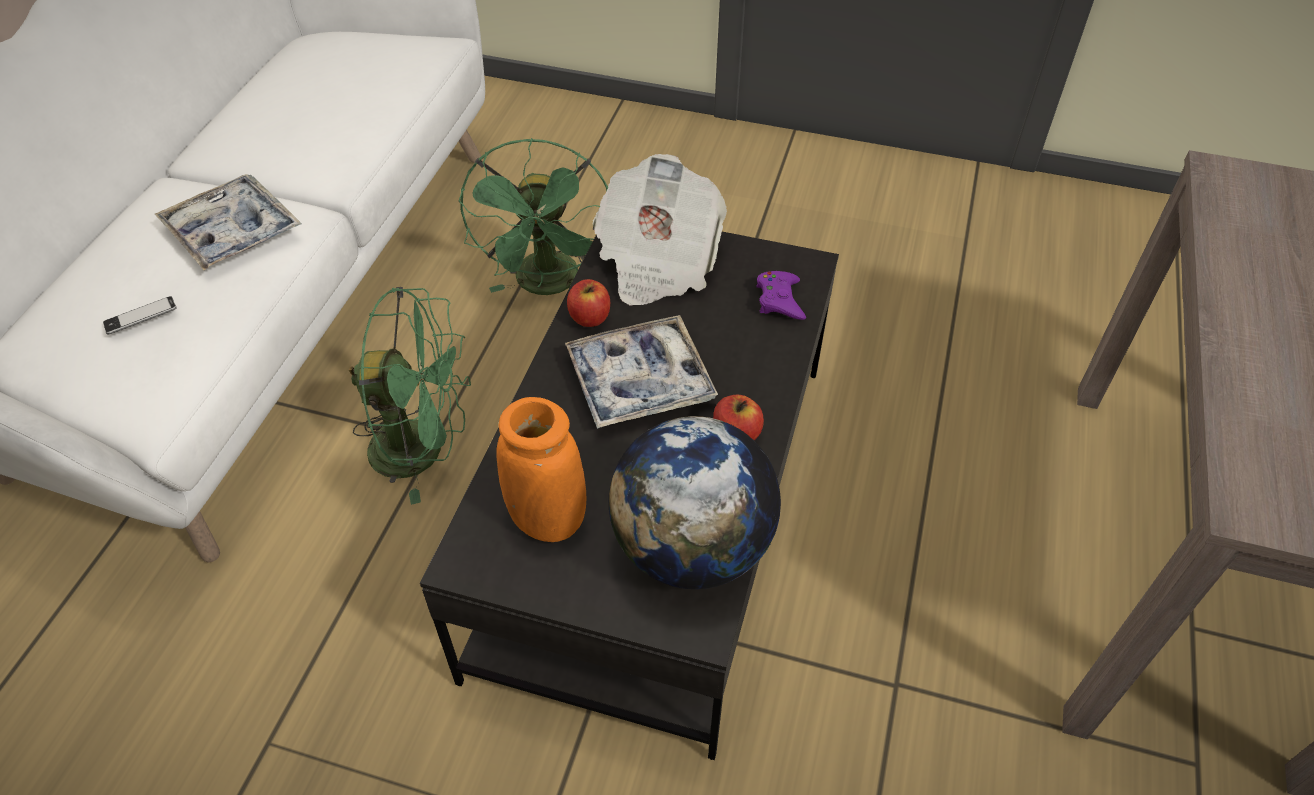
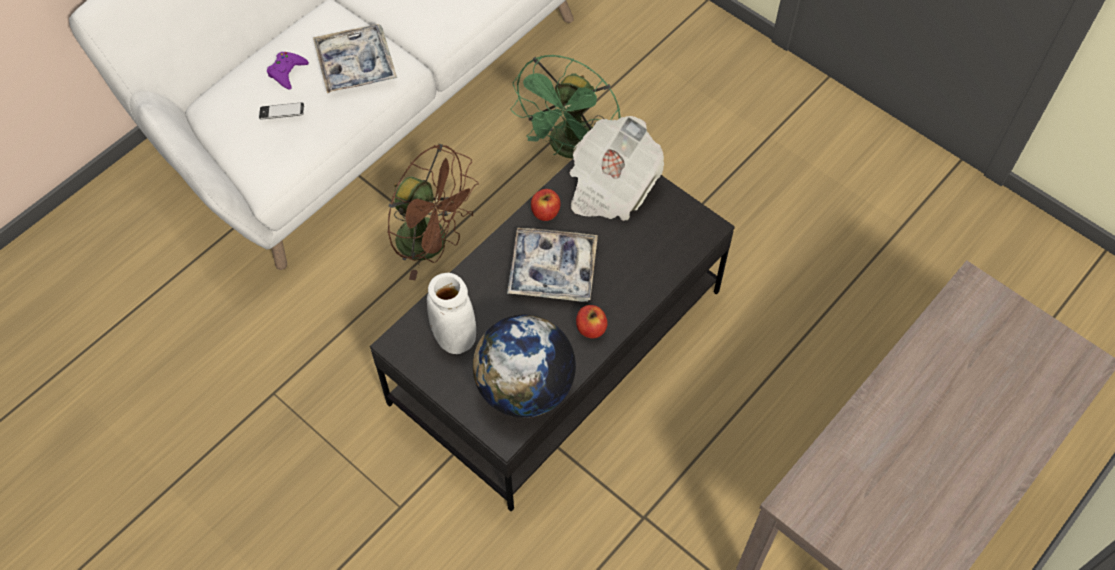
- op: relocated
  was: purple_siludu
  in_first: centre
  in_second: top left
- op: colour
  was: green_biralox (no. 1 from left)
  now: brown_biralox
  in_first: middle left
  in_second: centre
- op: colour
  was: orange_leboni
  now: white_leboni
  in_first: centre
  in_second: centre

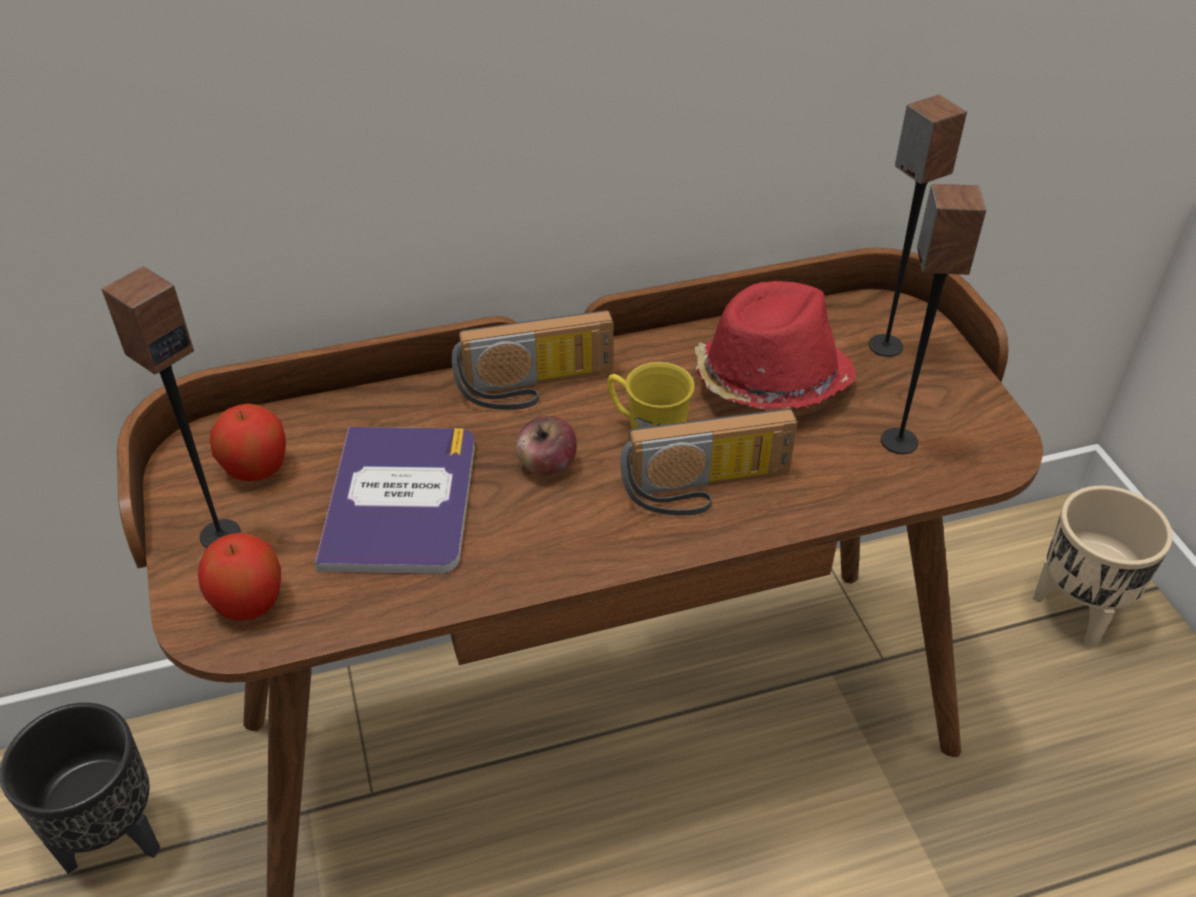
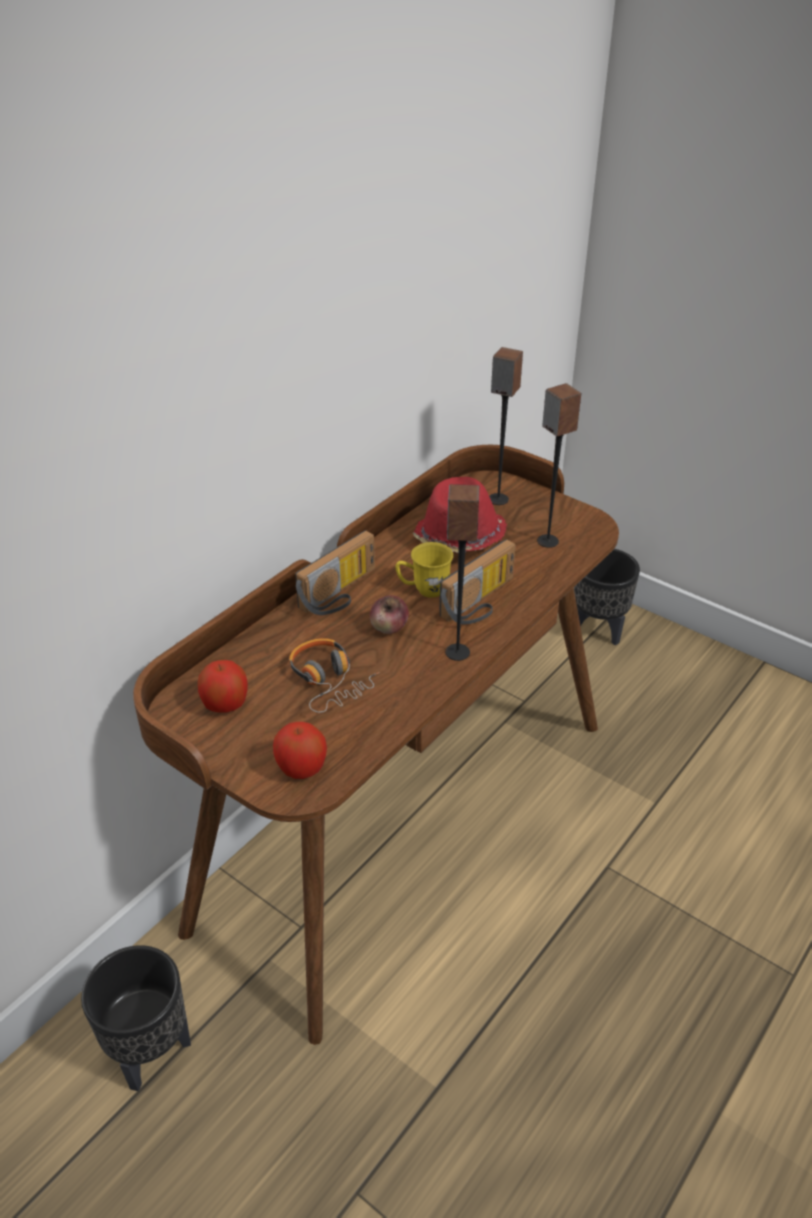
- op: exchanged
  was: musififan
  now: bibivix
  in_first: middle left
  in_second: centre
- op: relocated
  was: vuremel (no. 1 from left)
  in_first: middle left
  in_second: centre
- op: colour
  was: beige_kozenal
  now: black_kozenal (no. 2 from left)
  in_first: middle right
  in_second: middle right

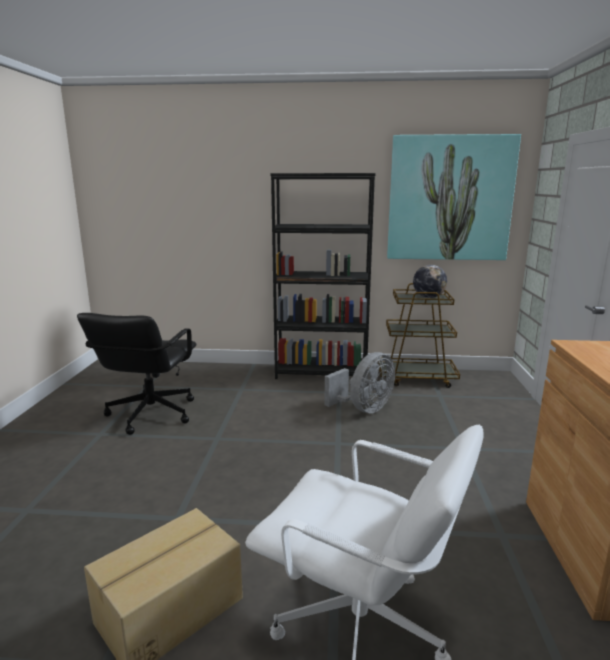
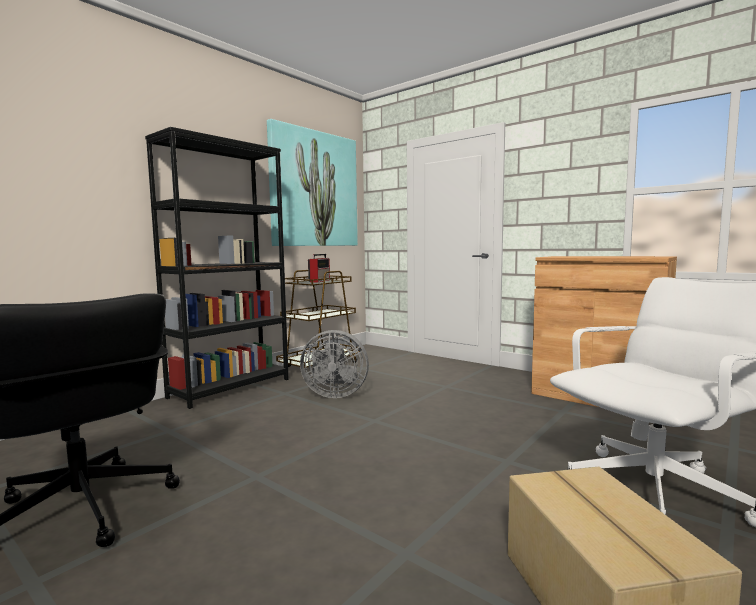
- op: spun
  was: grey_biralox
  in_first: centre
  in_second: centre
  clockwise: 105
- op: exchanged
  was: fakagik
  now: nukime
  in_first: middle right
  in_second: centre

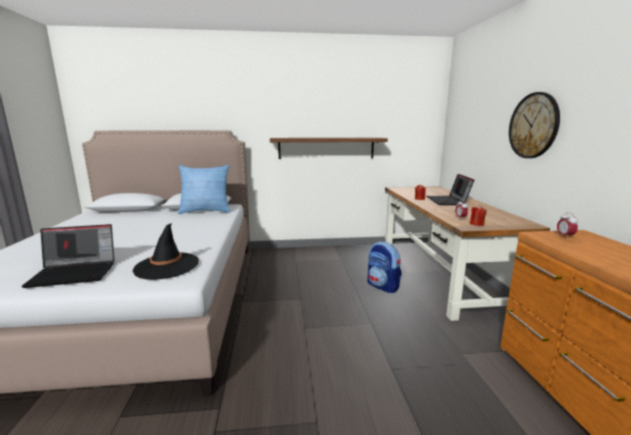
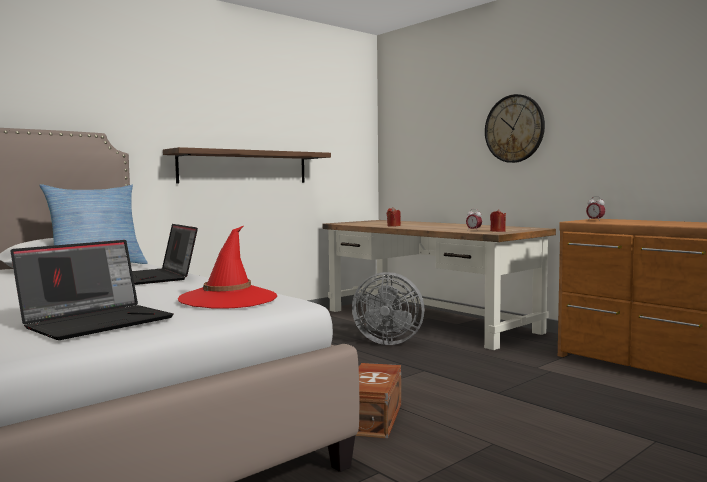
- op: relocated
  was: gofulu (no. 2 from left)
  in_first: middle right
  in_second: middle left
- op: colour
  was: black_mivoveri
  now: red_mivoveri
  in_first: middle left
  in_second: middle left
- op: exchanged
  was: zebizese
  now: grey_biralox
  in_first: centre
  in_second: centre
- op: appeared
  now: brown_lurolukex
  in_second: bottom centre

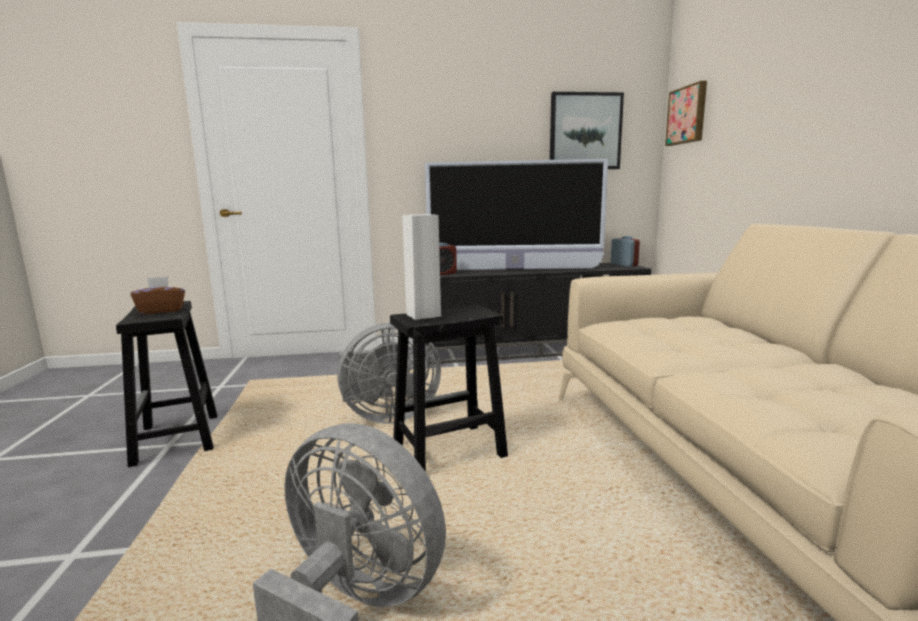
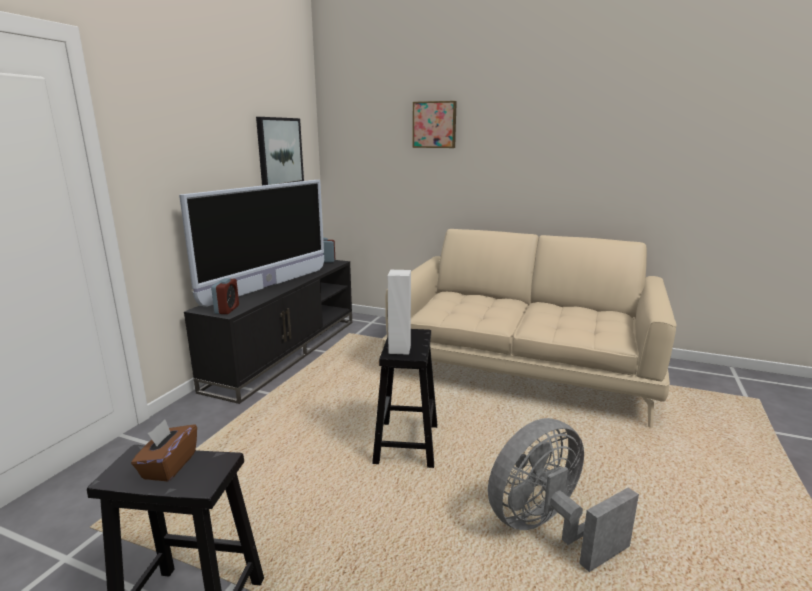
- op: relocated
  was: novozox (no. 2 from left)
  in_first: top right
  in_second: top centre
- op: missing
  was: grey_biralox (no. 2 from left)
  in_first: centre

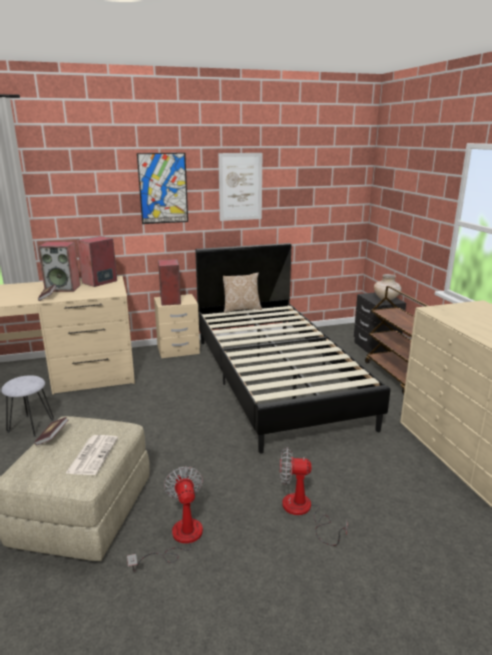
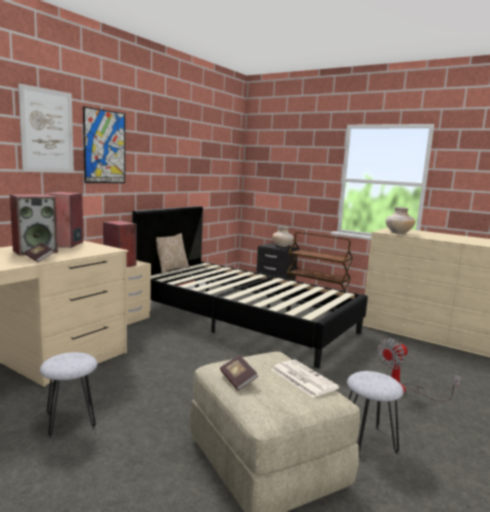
- op: relocated
  was: novozox (no. 2 from left in the first image)
  now: novozox (no. 1 from left)
  in_first: top centre
  in_second: top left
- op: exchanged
  was: biralox (no. 1 from left)
  now: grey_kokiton (no. 2 from left)
  in_first: bottom centre
  in_second: bottom right
- op: appeared
  now: beige_leboni (no. 2 from left)
  in_second: middle right

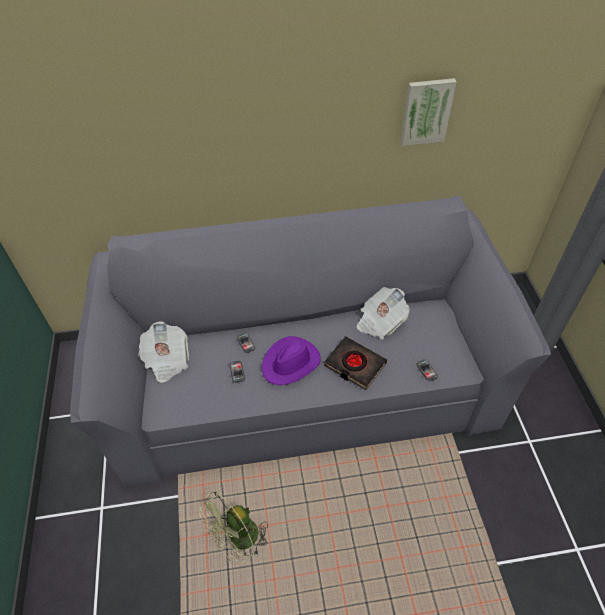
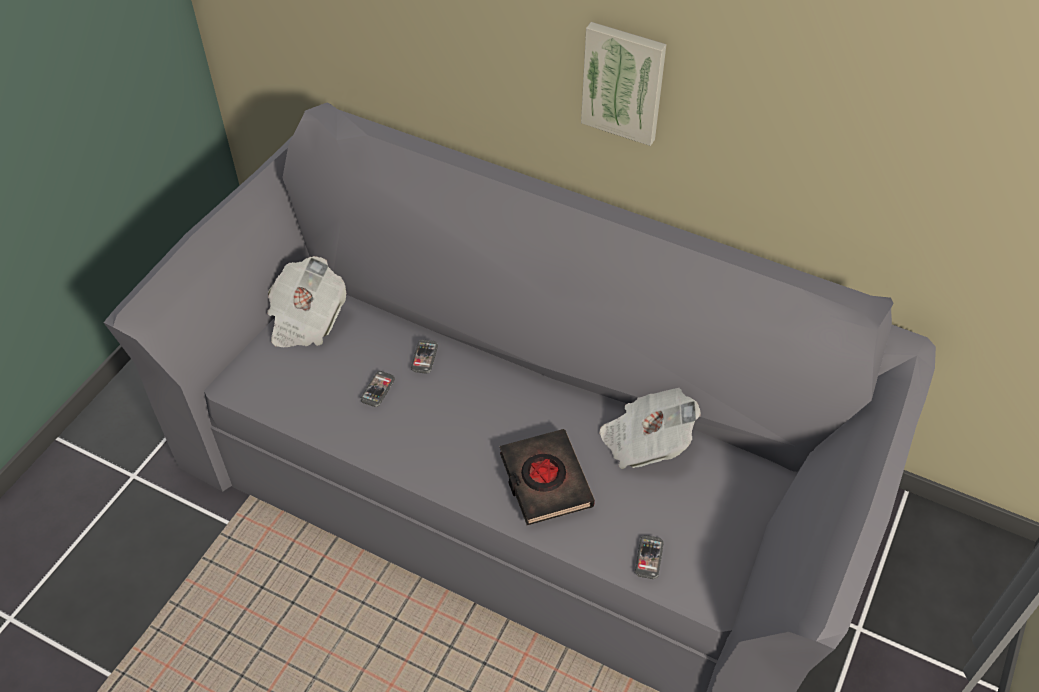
- op: relocated
  was: novozox
  in_first: top right
  in_second: top centre
- op: missing
  was: green_biralox
  in_first: bottom centre
- op: missing
  was: purple_mivoveri
  in_first: centre

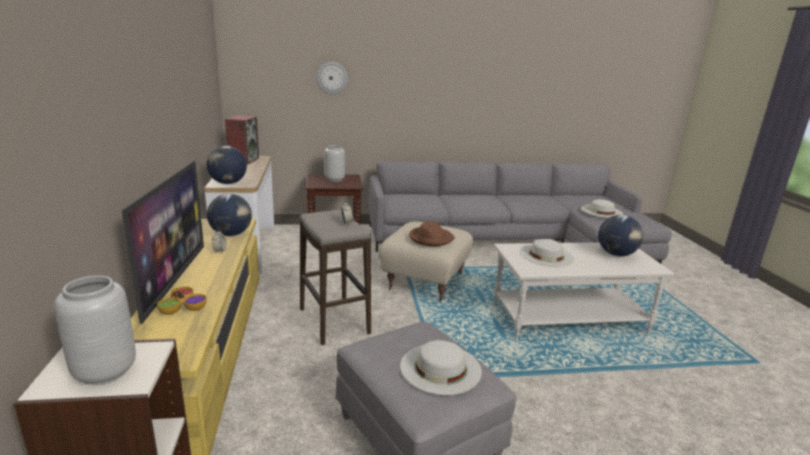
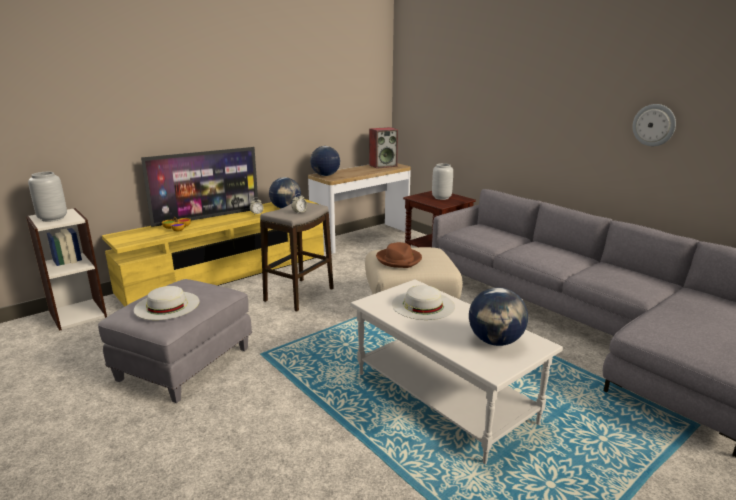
- op: relocated
  was: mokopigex
  in_first: top centre
  in_second: top right
- op: missing
  was: white_mivoveri (no. 3 from left)
  in_first: middle right

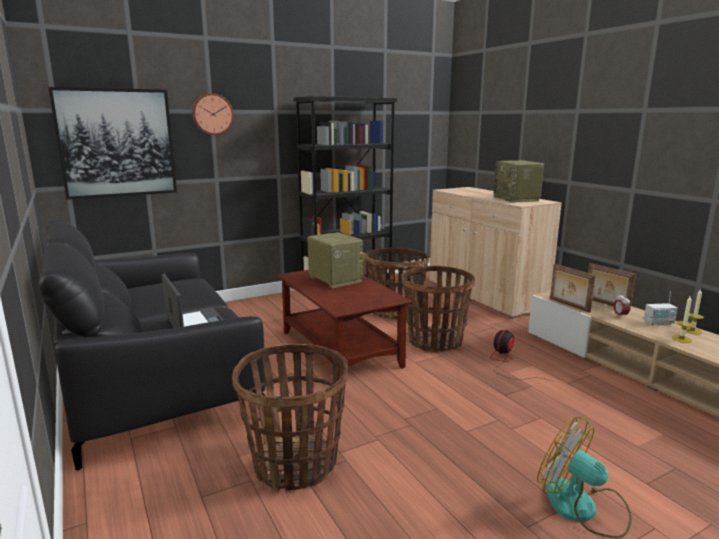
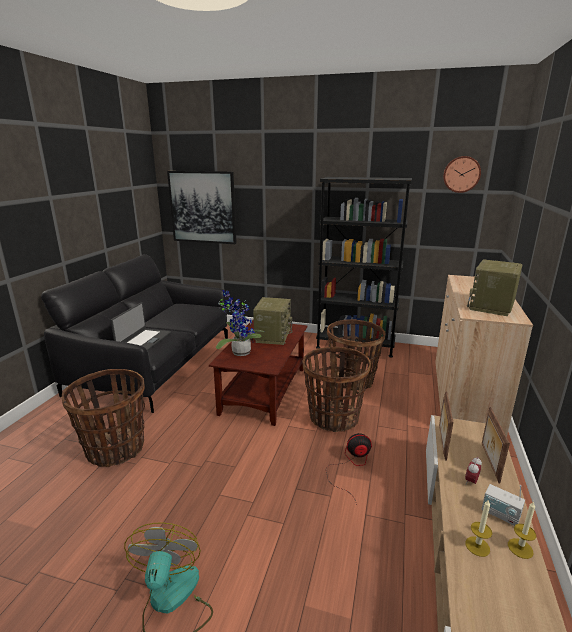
- op: appeared
  now: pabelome
  in_second: centre
- op: relocated
  was: mokopigex
  in_first: top left
  in_second: top right

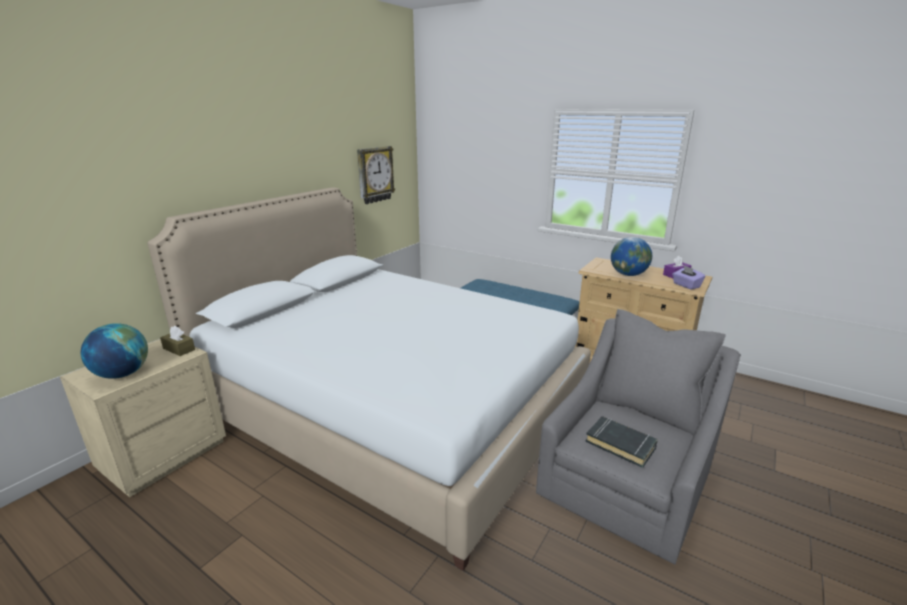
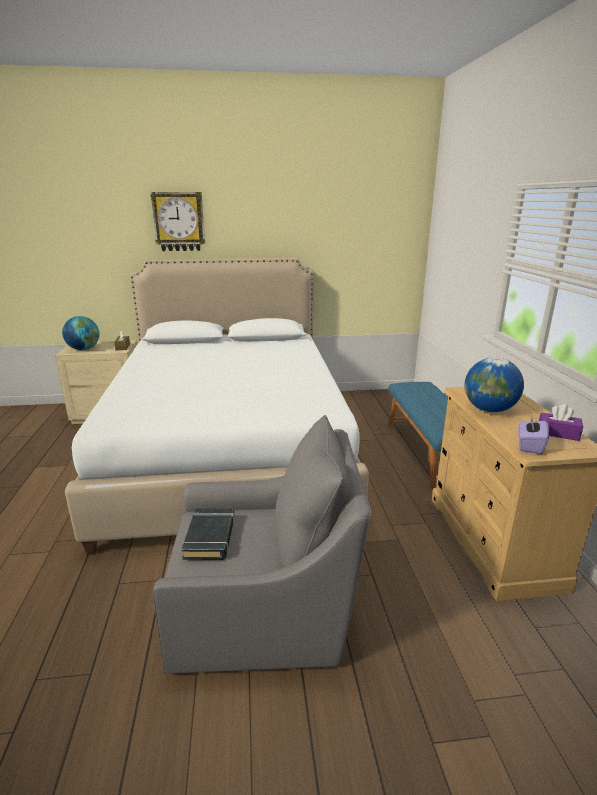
- op: relocated
  was: mokopigex
  in_first: top centre
  in_second: top left

